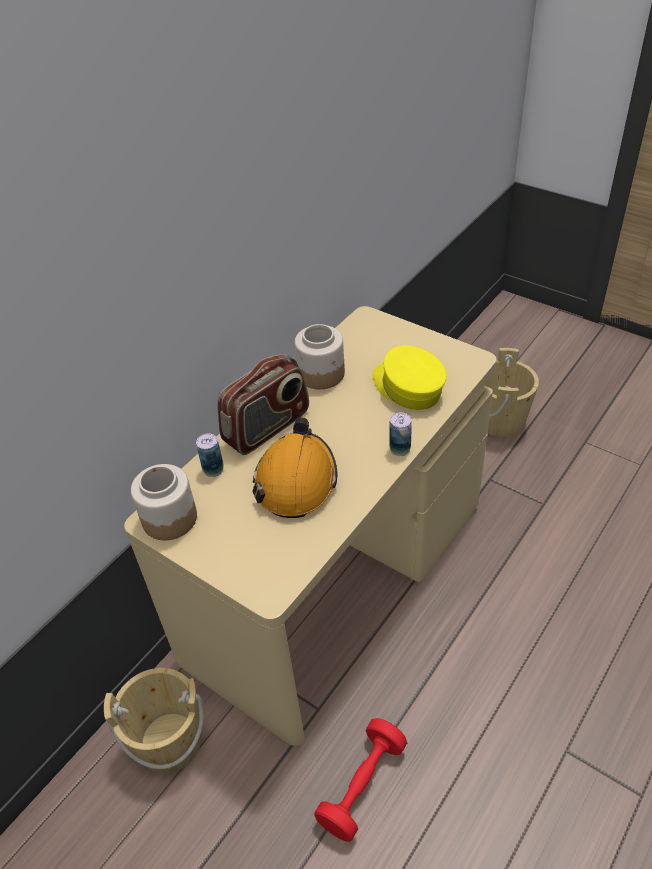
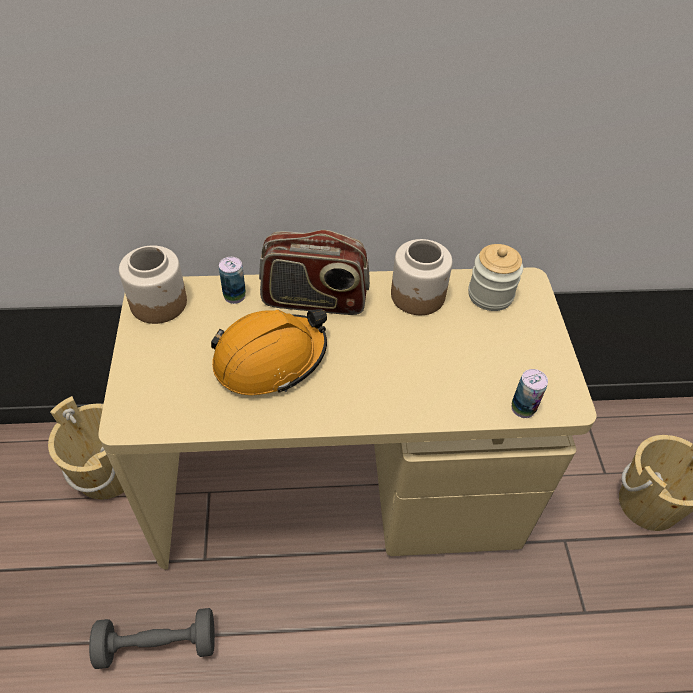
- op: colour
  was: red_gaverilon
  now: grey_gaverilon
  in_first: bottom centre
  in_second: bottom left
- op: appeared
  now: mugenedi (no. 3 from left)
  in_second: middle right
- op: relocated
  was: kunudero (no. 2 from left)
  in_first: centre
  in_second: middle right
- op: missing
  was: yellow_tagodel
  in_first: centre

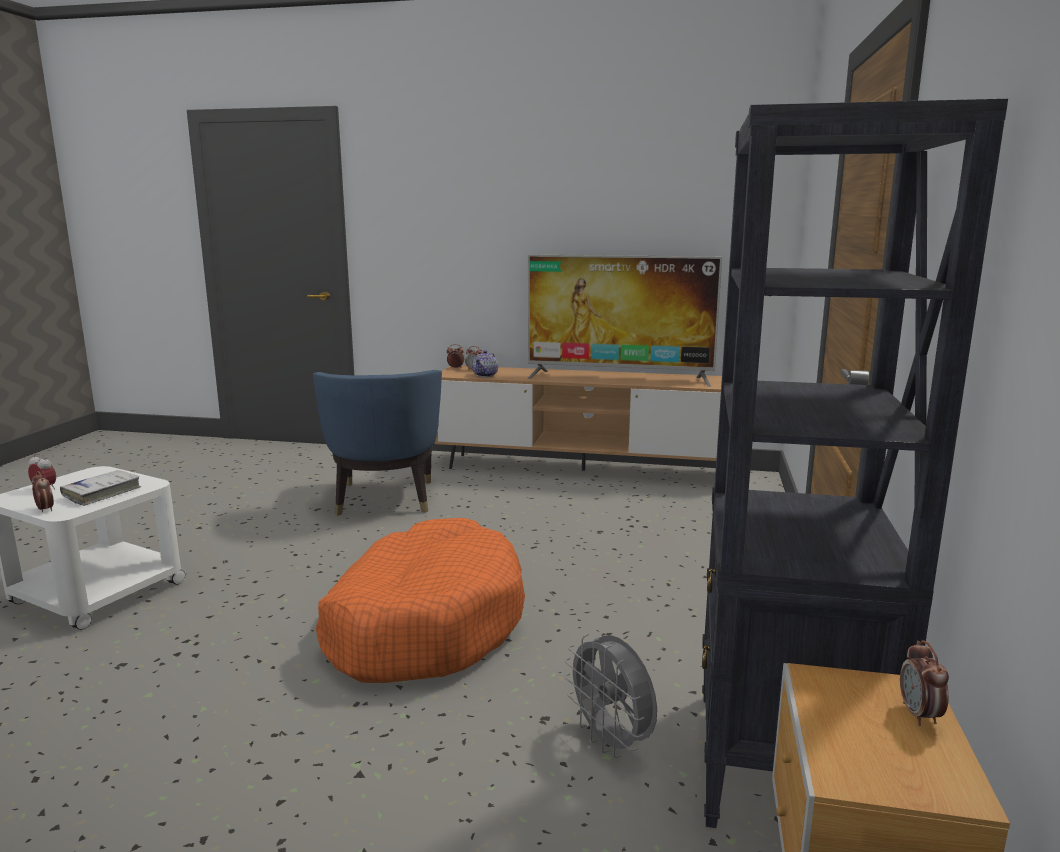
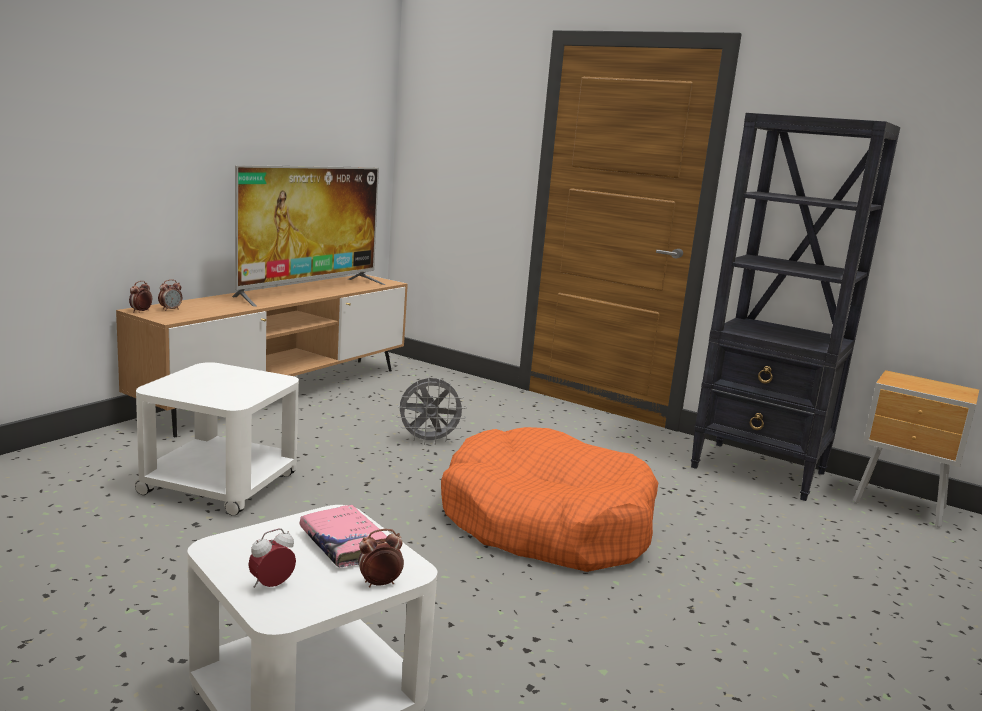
- op: exchanged
  was: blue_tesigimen
  now: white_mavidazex (no. 1 from left)
  in_first: centre
  in_second: middle left
- op: colour
  was: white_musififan
  now: pink_musififan
  in_first: middle left
  in_second: bottom centre
- op: relocated
  was: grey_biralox
  in_first: bottom centre
  in_second: centre
- op: missing
  was: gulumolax
  in_first: centre
- op: missing
  was: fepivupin (no. 5 from left)
  in_first: bottom right

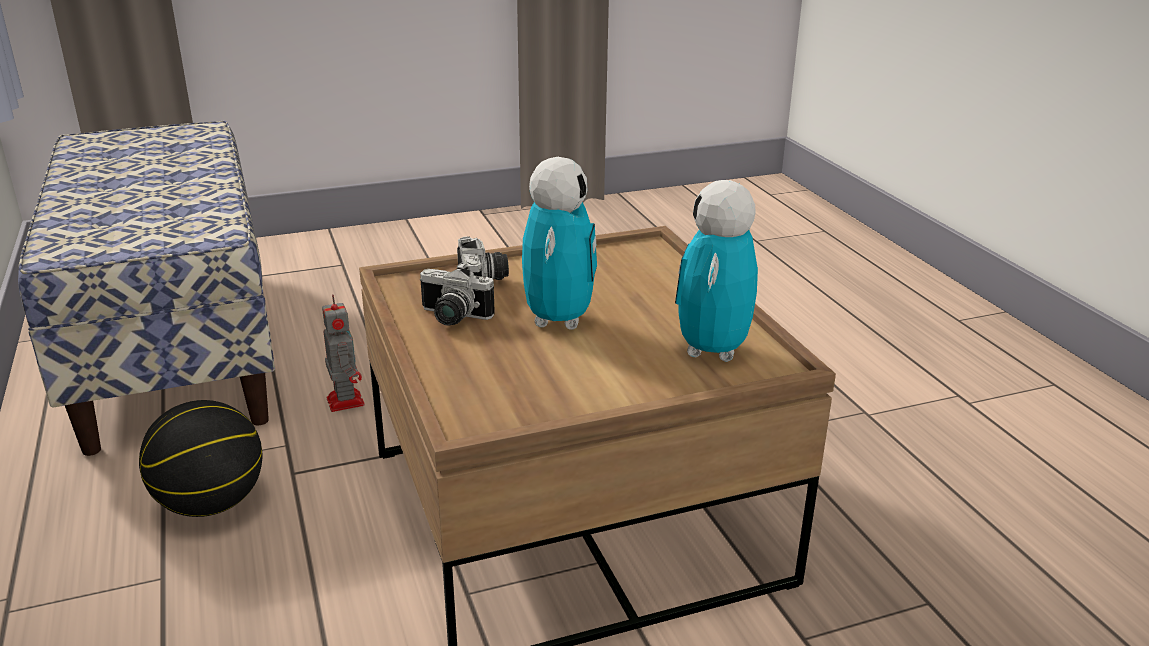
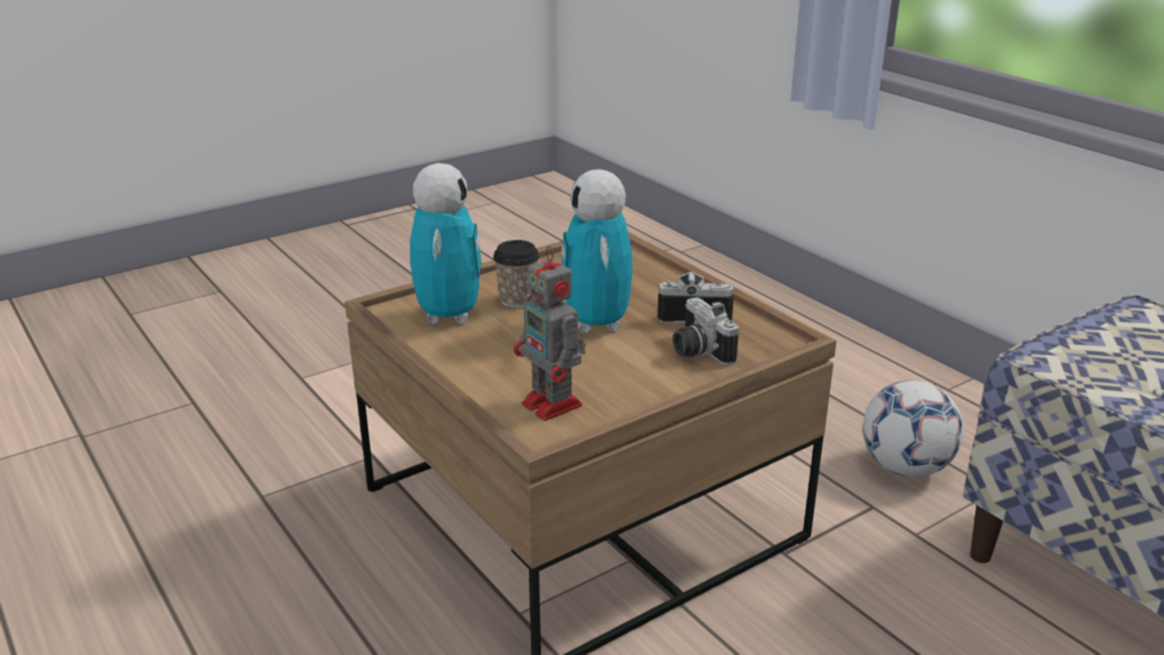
- op: appeared
  now: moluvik
  in_second: centre
- op: relocated
  was: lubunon (no. 1 from left in the first image)
  now: lubunon (no. 2 from left)
  in_first: middle left
  in_second: centre
- op: exchanged
  was: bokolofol
  now: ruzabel
  in_first: bottom left
  in_second: middle right

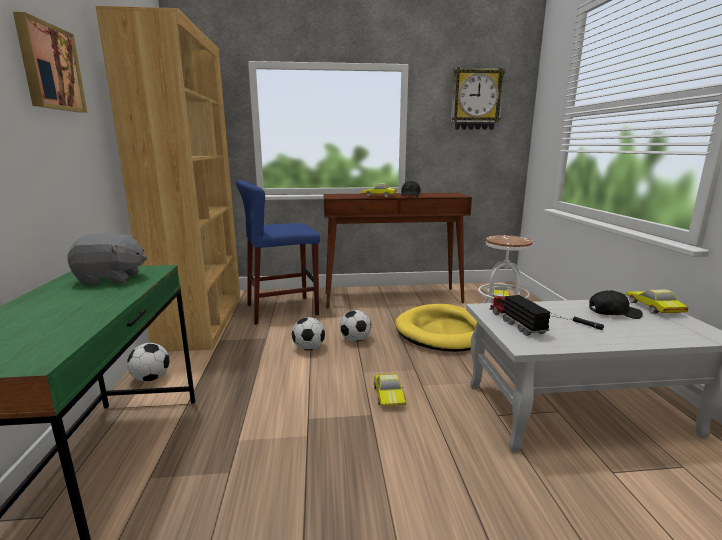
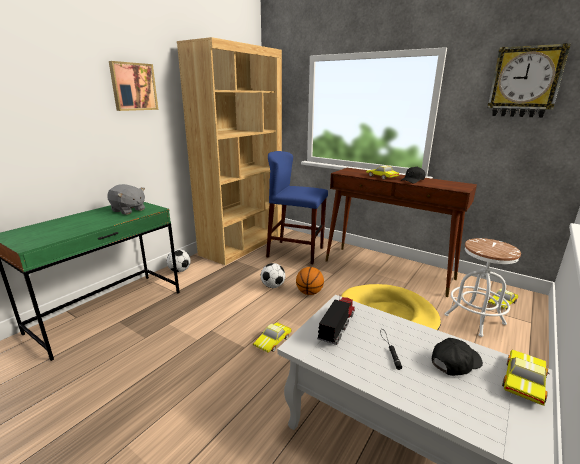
- op: exchanged
  was: ruzabel (no. 3 from left)
  now: bokolofol
  in_first: centre
  in_second: centre
- op: spun
  was: black_tagodel (no. 2 from left)
  in_first: middle right
  in_second: bottom right
  clockwise: -75

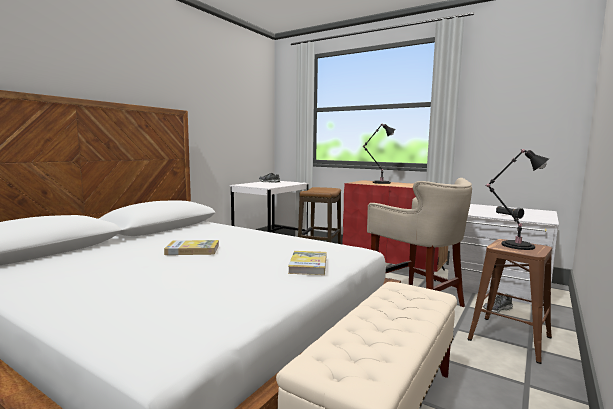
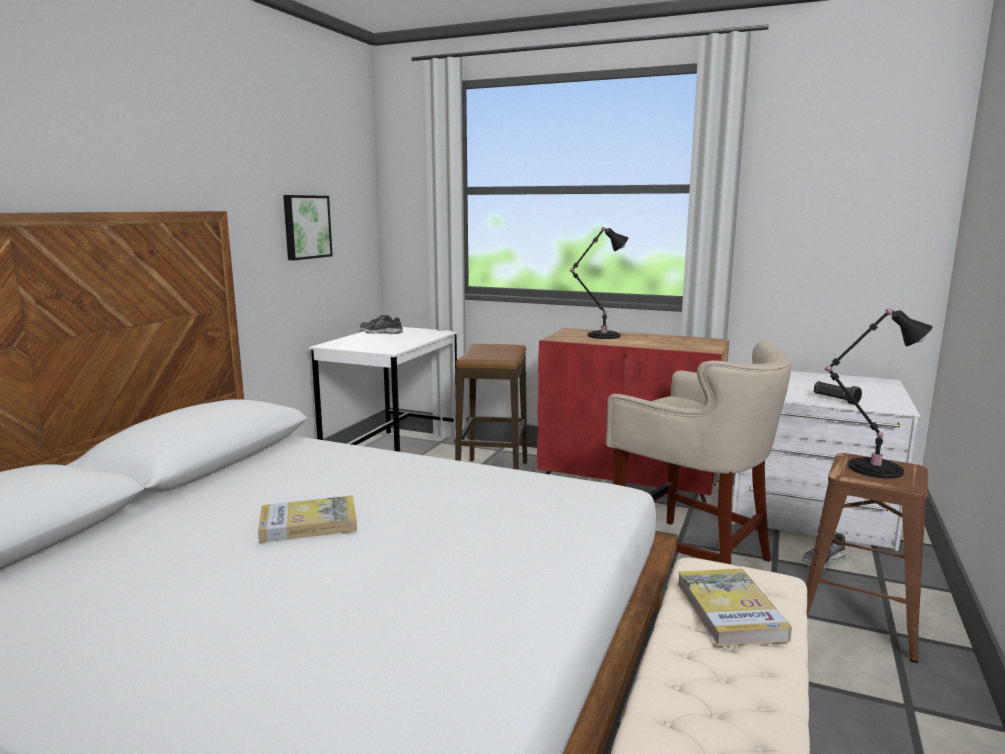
- op: appeared
  now: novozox
  in_second: top left
- op: relocated
  was: musififan (no. 2 from left)
  in_first: centre
  in_second: bottom right

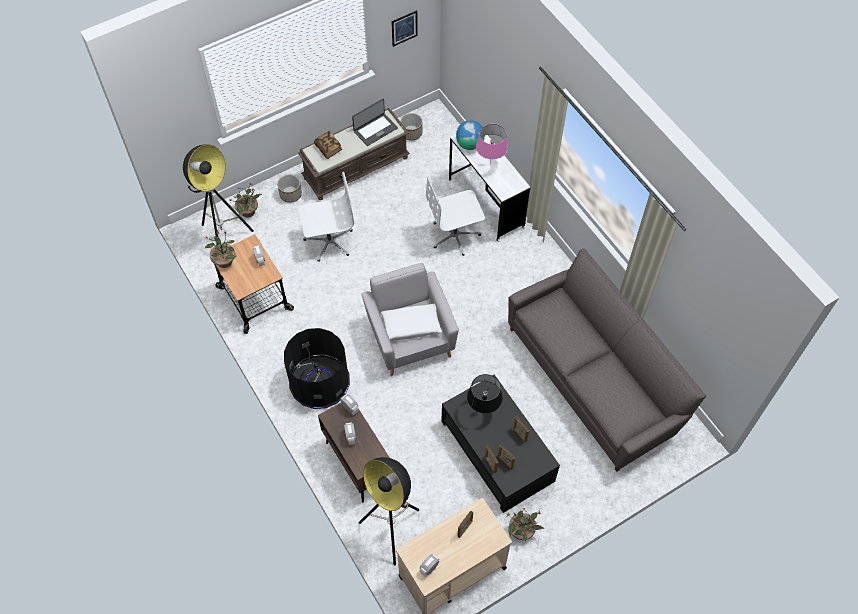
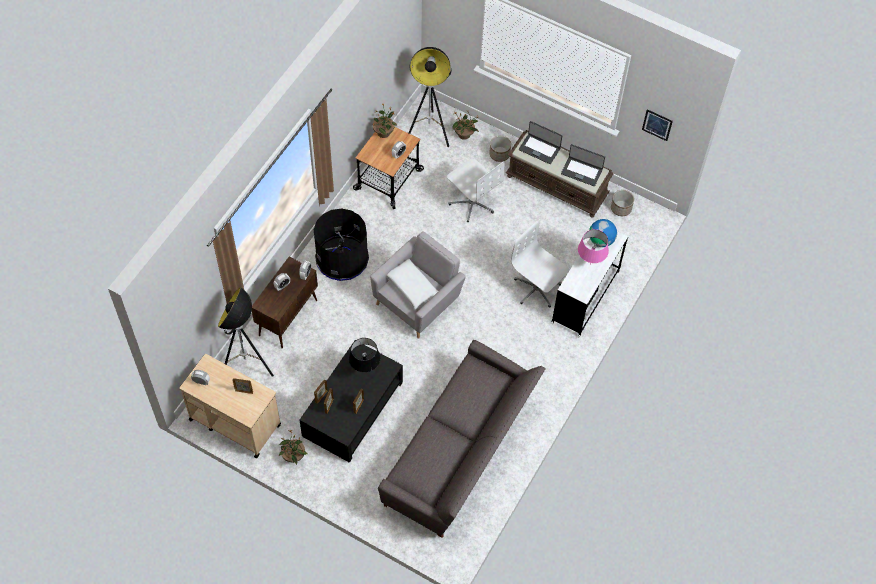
- op: exchanged
  was: musififan
  now: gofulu (no. 1 from left)
  in_first: top centre
  in_second: top centre

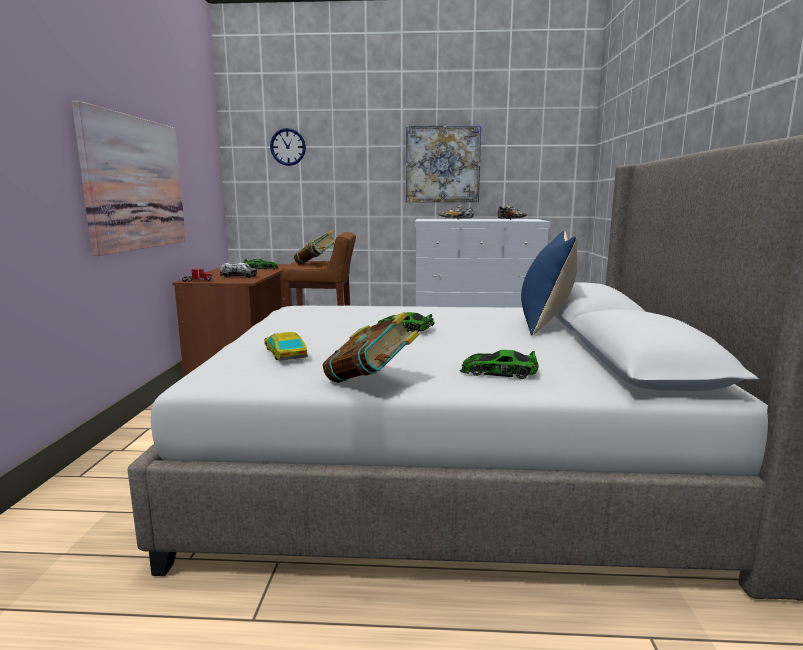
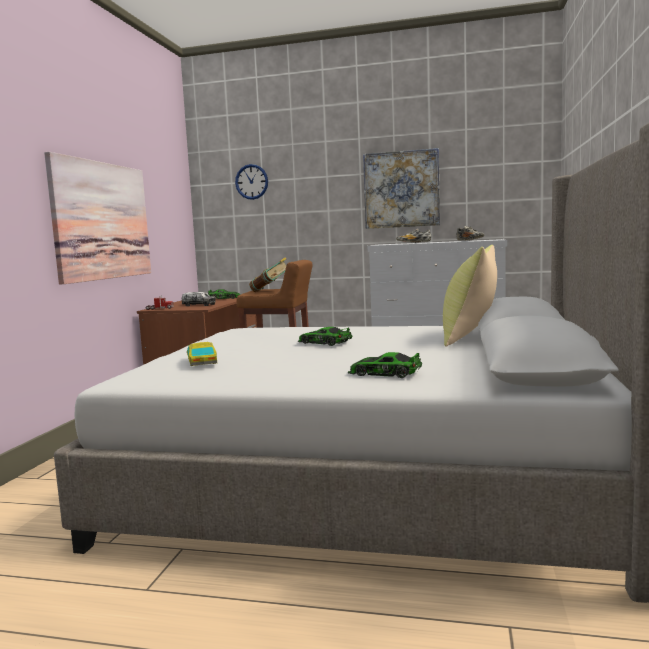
- op: colour
  was: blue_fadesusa
  now: yellow_fadesusa
  in_first: middle right
  in_second: middle right
- op: missing
  was: musififan (no. 2 from left)
  in_first: centre

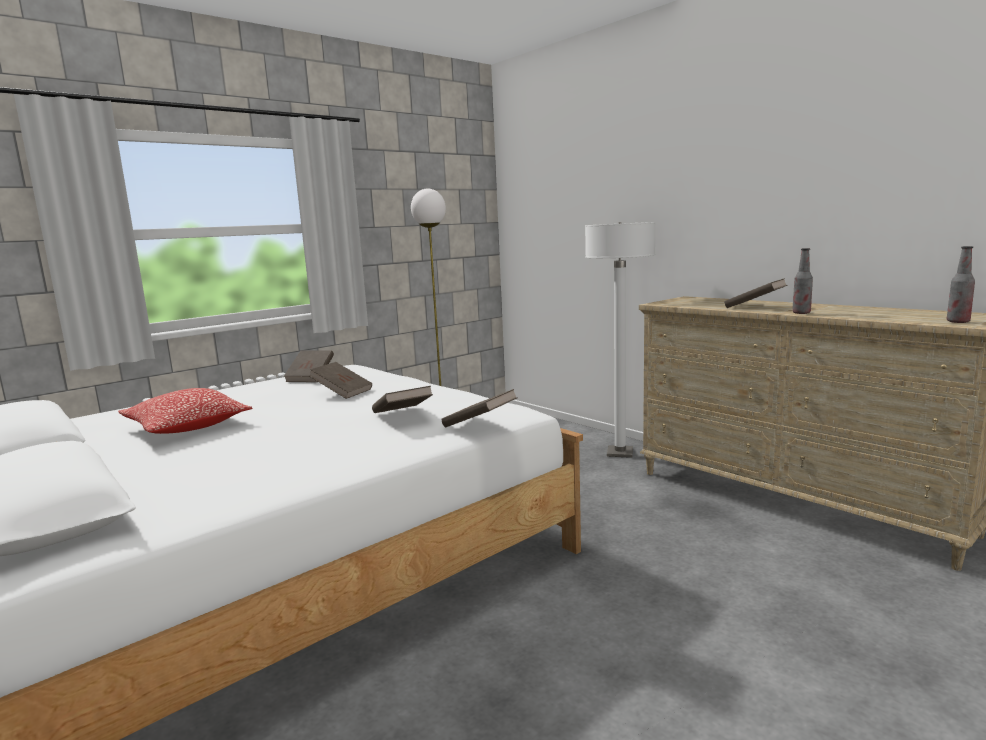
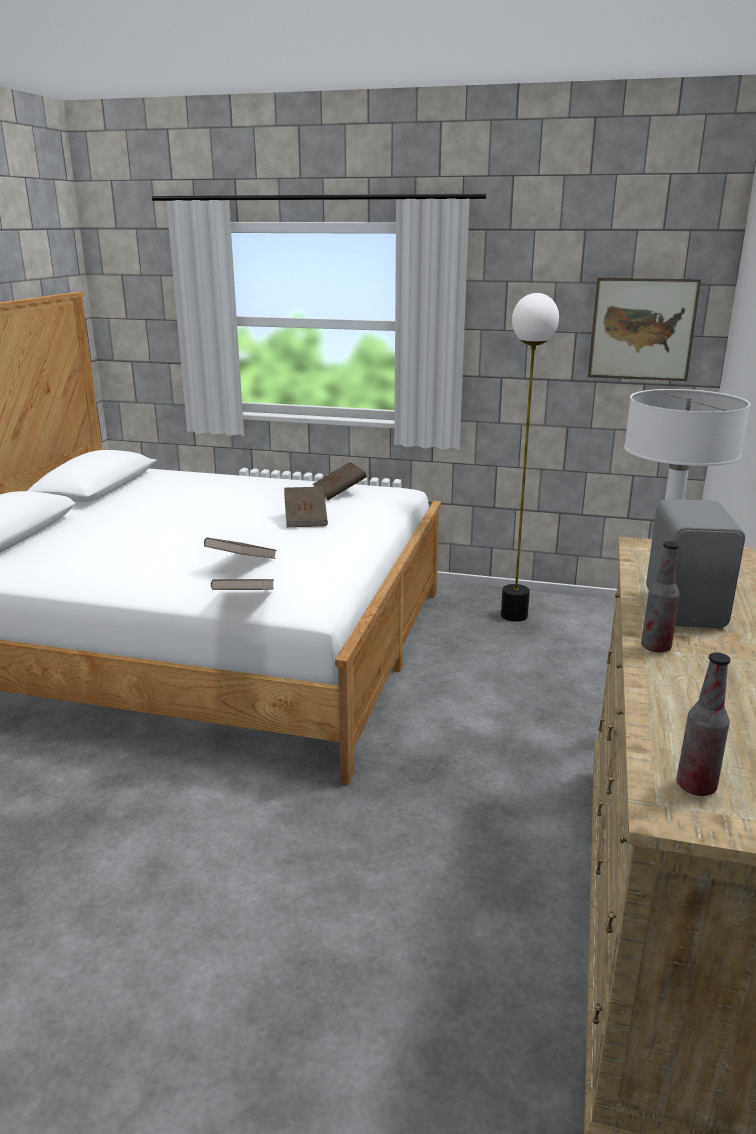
- op: appeared
  now: novozox
  in_second: top right
- op: exchanged
  was: brown_musififan (no. 5 from left)
  now: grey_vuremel
  in_first: middle right
  in_second: middle right
- op: missing
  was: fadesusa
  in_first: middle left

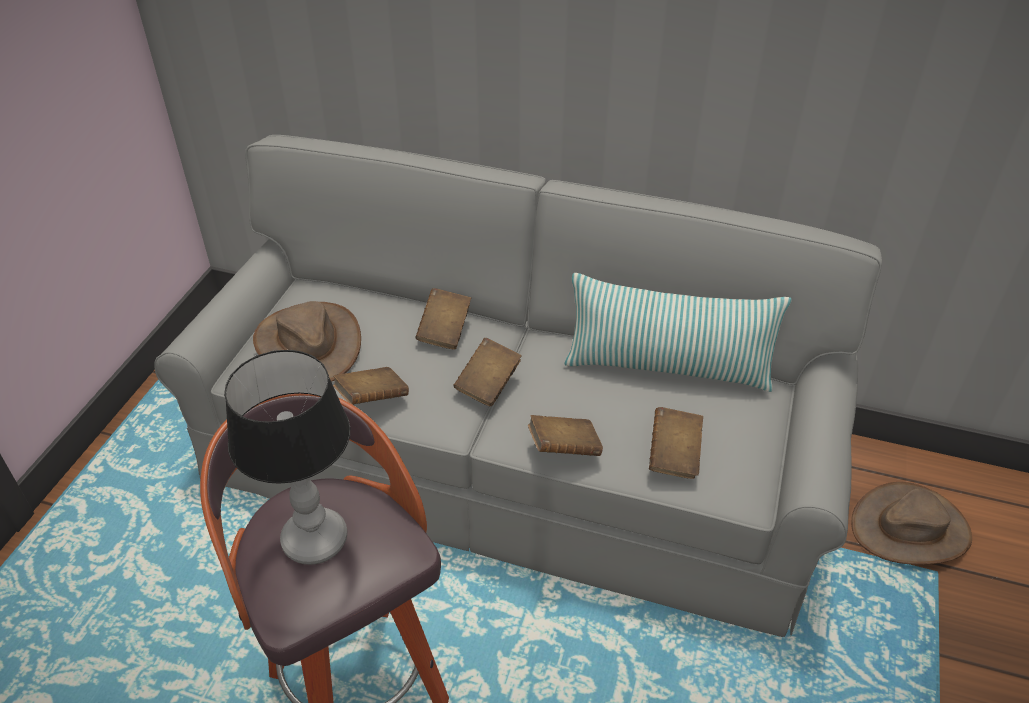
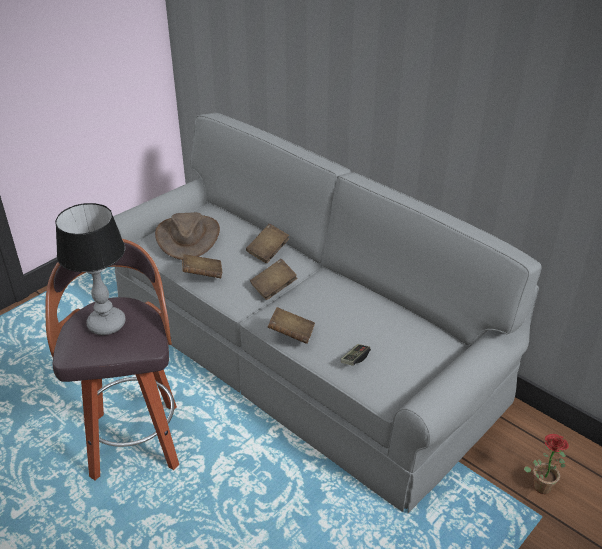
- op: exchanged
  was: brown_musififan (no. 5 from left)
  now: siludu
  in_first: centre
  in_second: centre
- op: exchanged
  was: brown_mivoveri (no. 2 from left)
  now: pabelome
  in_first: bottom right
  in_second: bottom right
- op: missing
  was: fadesusa
  in_first: centre

